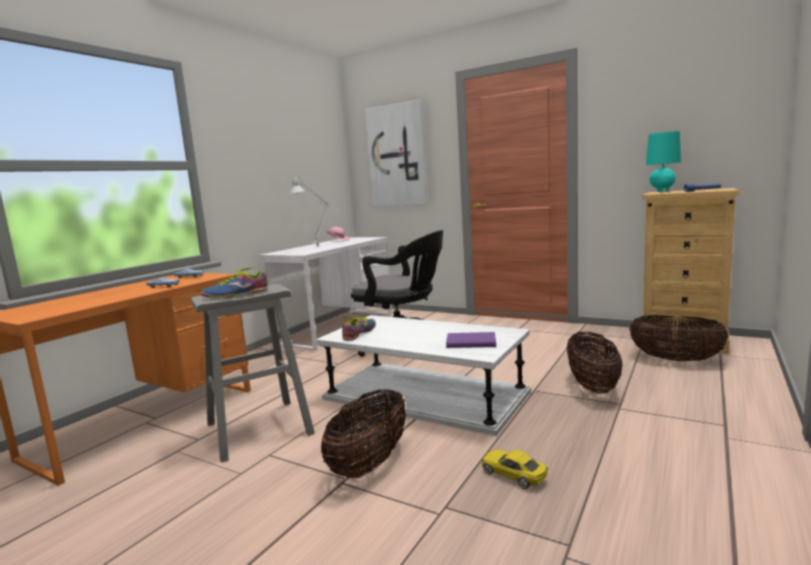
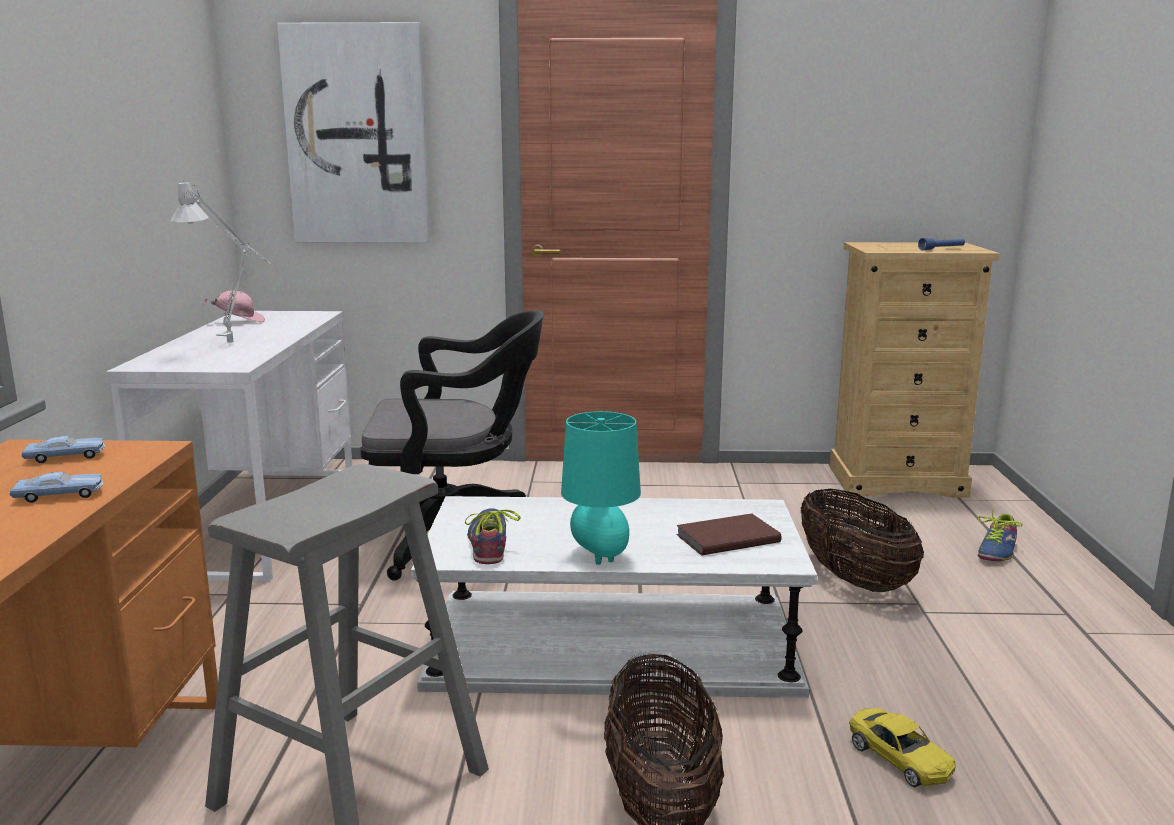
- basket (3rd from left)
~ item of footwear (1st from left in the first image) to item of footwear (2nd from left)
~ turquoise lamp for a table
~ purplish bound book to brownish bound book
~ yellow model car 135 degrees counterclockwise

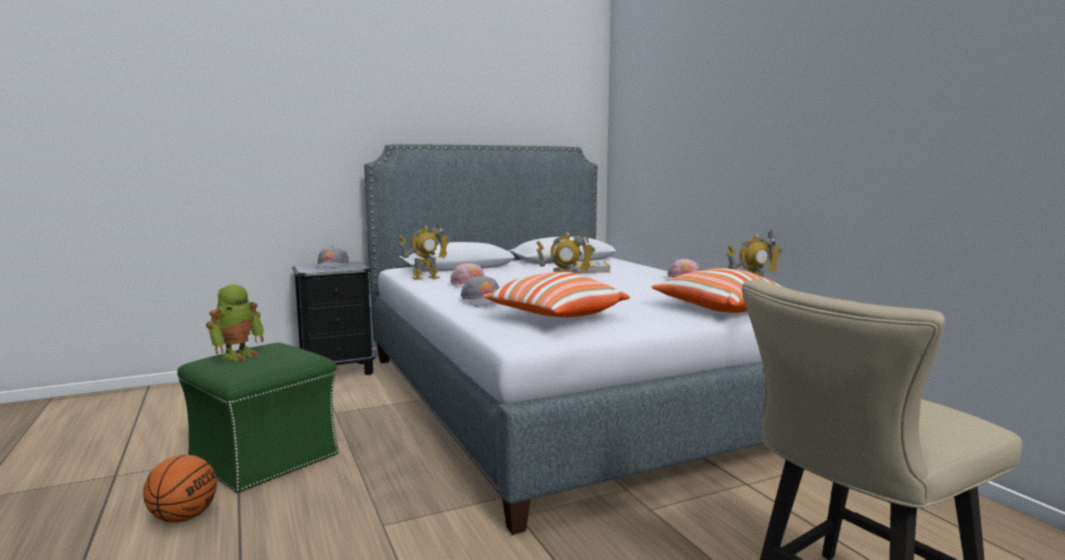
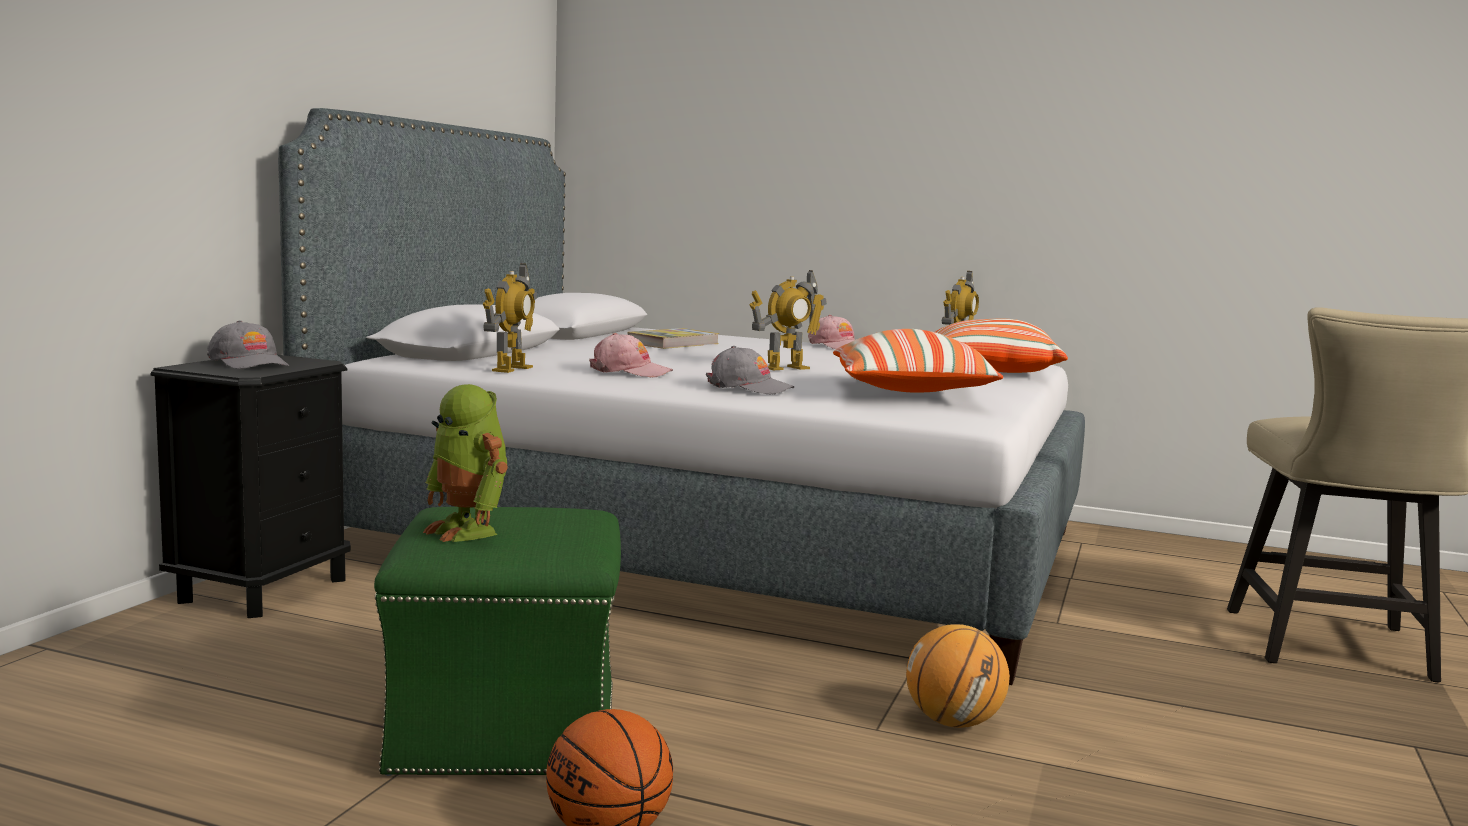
+ basketball (2nd from left)
~ toy robot (1st from left) 150 degrees clockwise

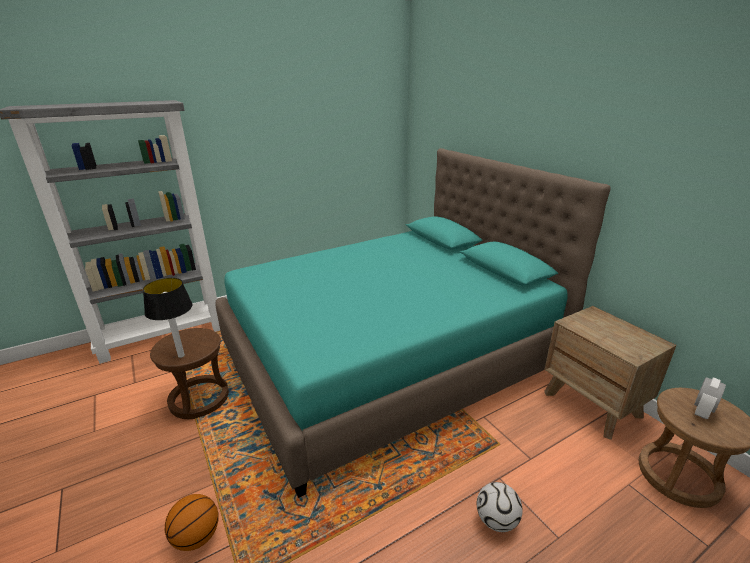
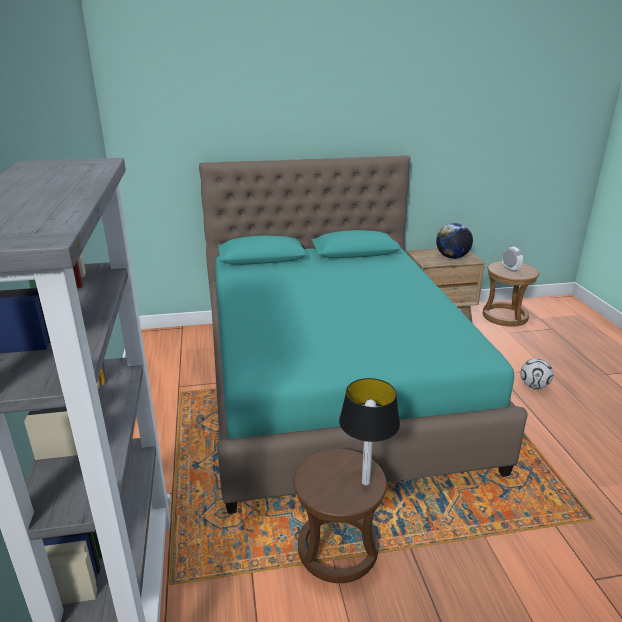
- basketball
+ world globe

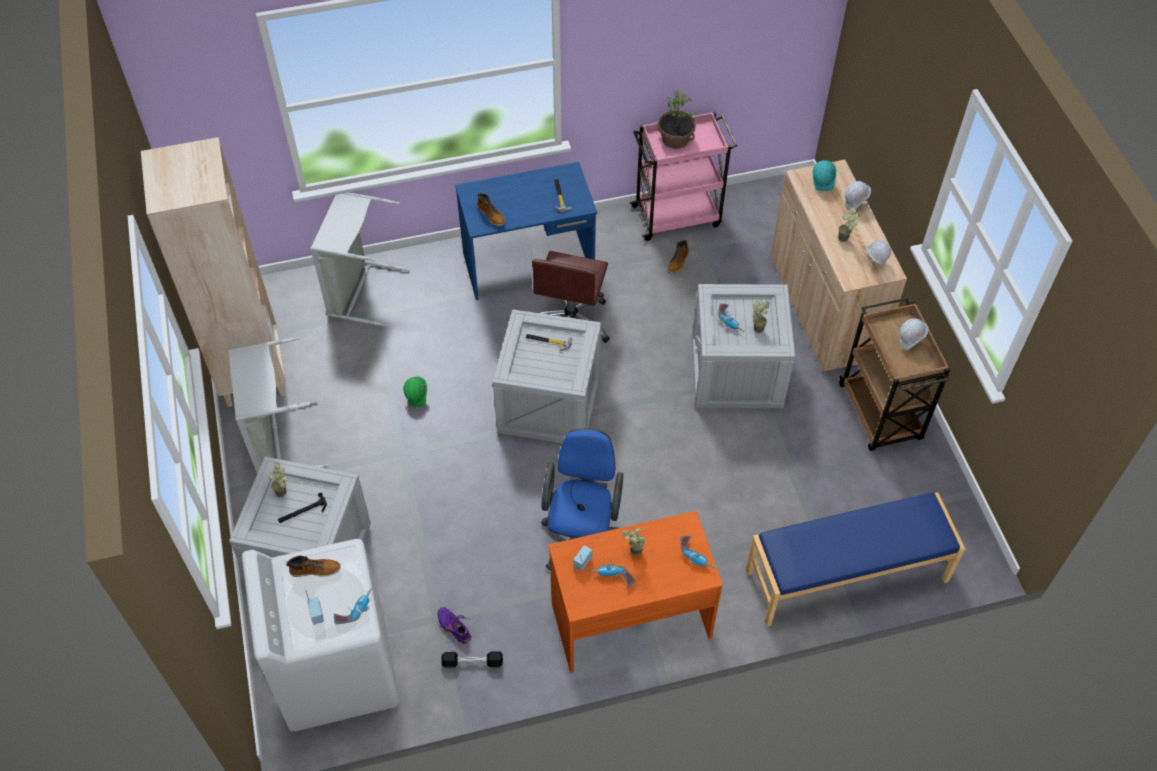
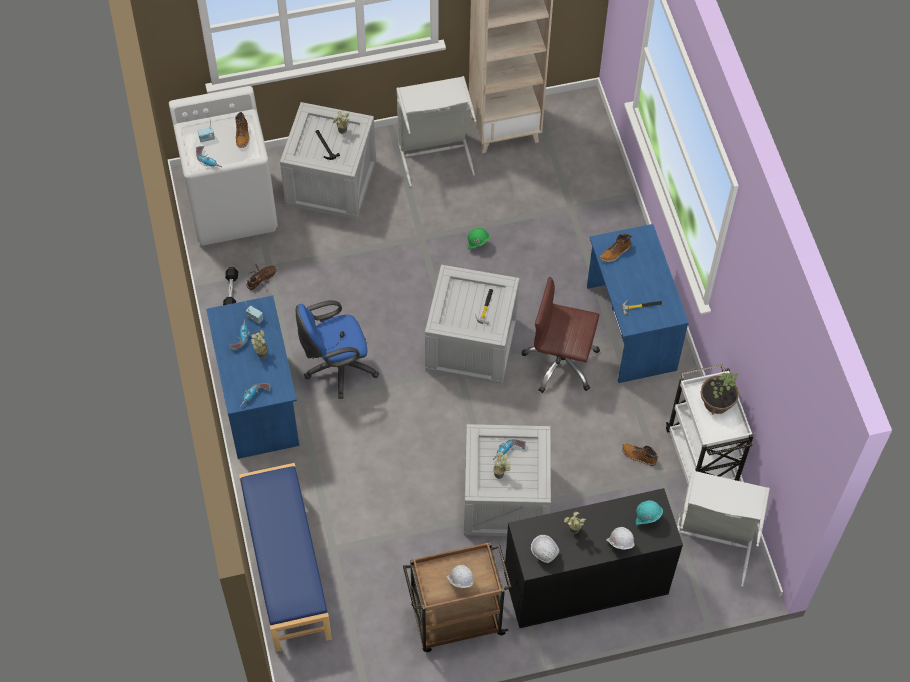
~ gray washing basket (2nd from left)
~ purplish item of footwear to brownish item of footwear
~ orange-coloured desk to blue-coloured desk (1st from left)
~ pinkish cart to whitish cart
~ beige cabinet to blackish cabinet
~ blue-coloured desk chair 150 degrees clockwise

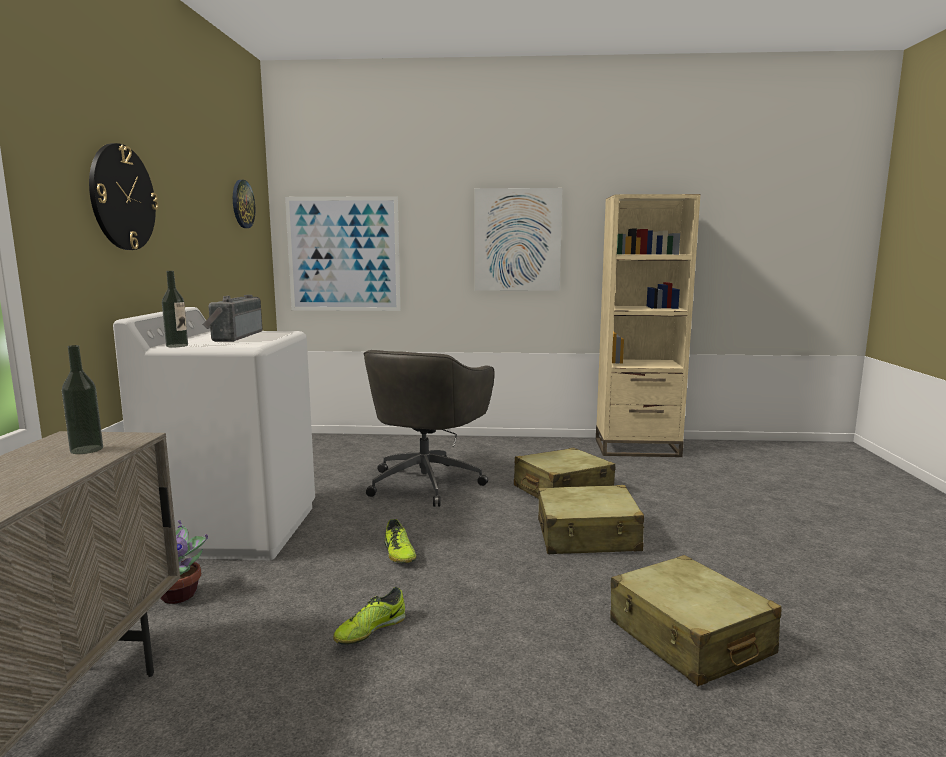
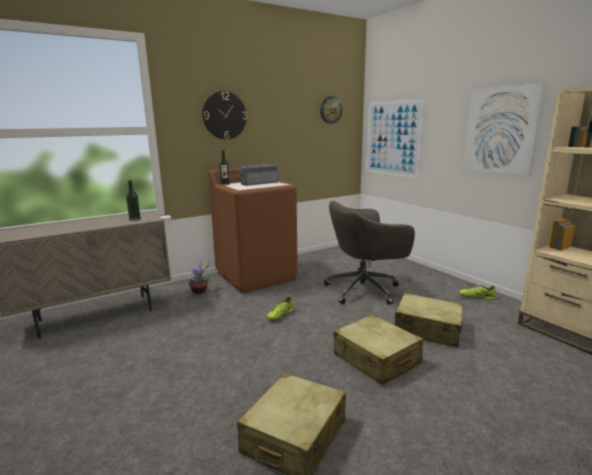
~ item of footwear (1st from left in the first image) to item of footwear (2nd from left)
~ whitish laundry machine to brownish laundry machine

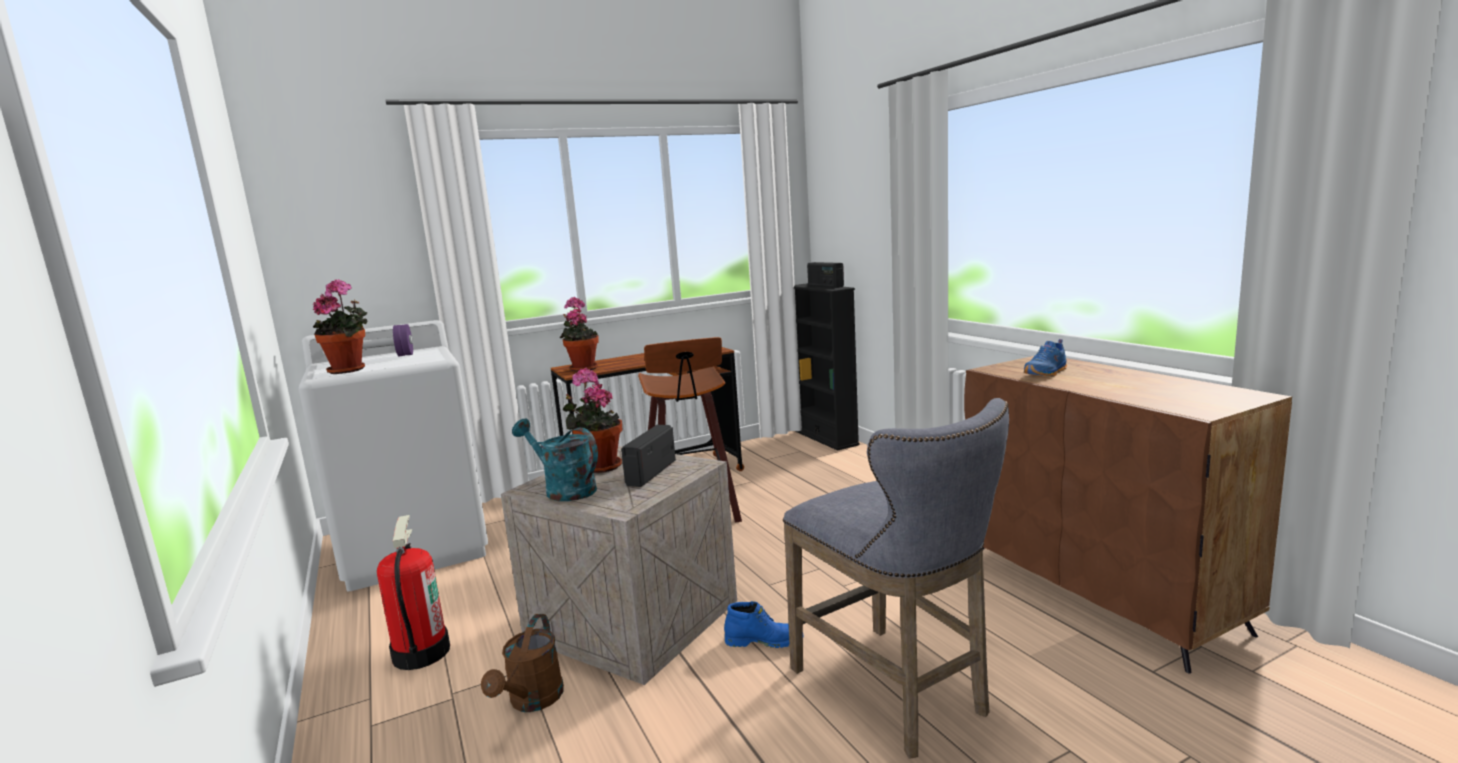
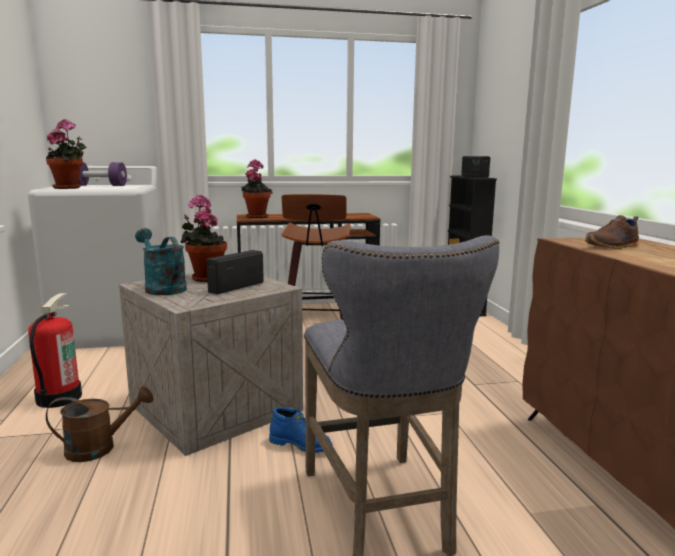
~ blue-coloured item of footwear to brownish item of footwear
~ brownish watering pot 135 degrees counterclockwise

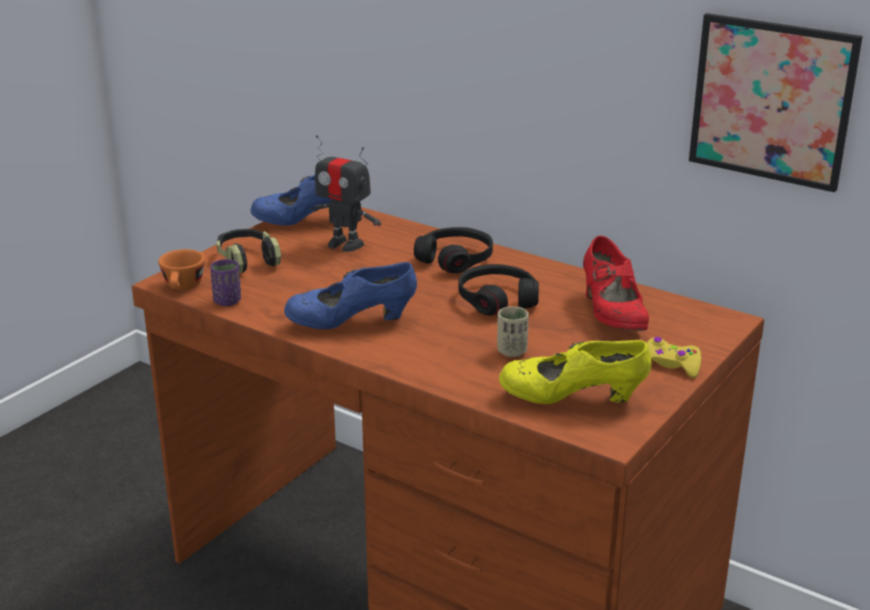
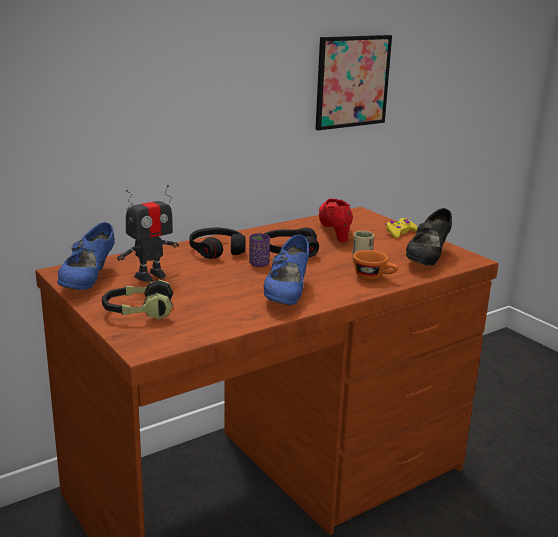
~ orange-coloured drinking cup
~ purplish drinking cup
~ yellow item of footwear to blackish item of footwear
~ reddish item of footwear 105 degrees counterclockwise

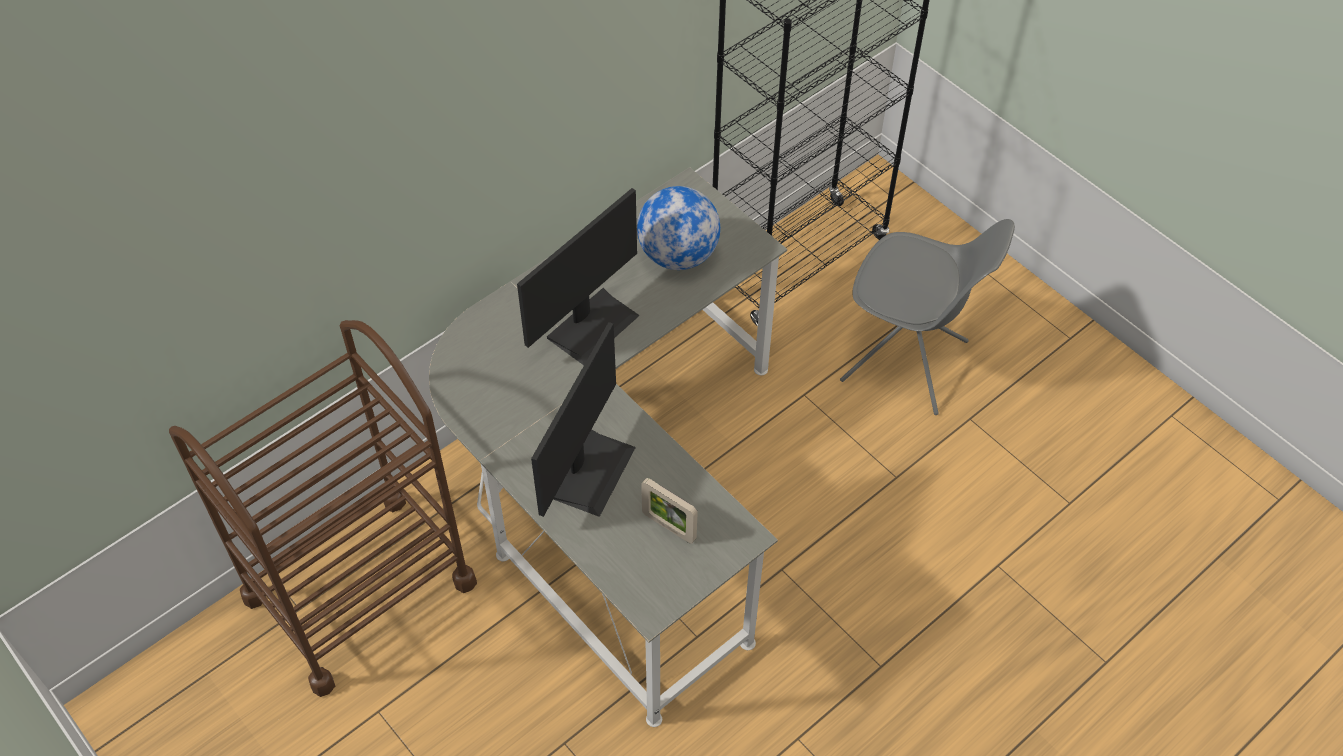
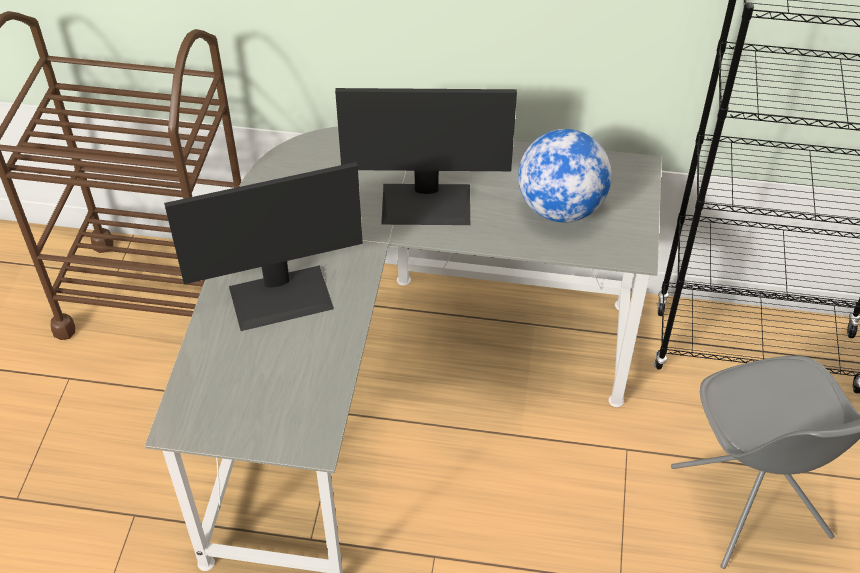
- photo frame

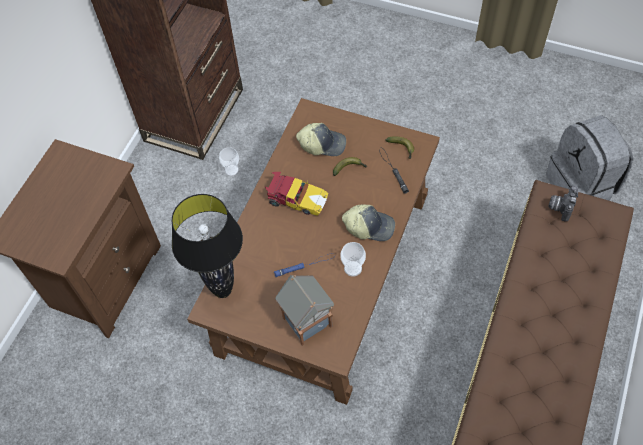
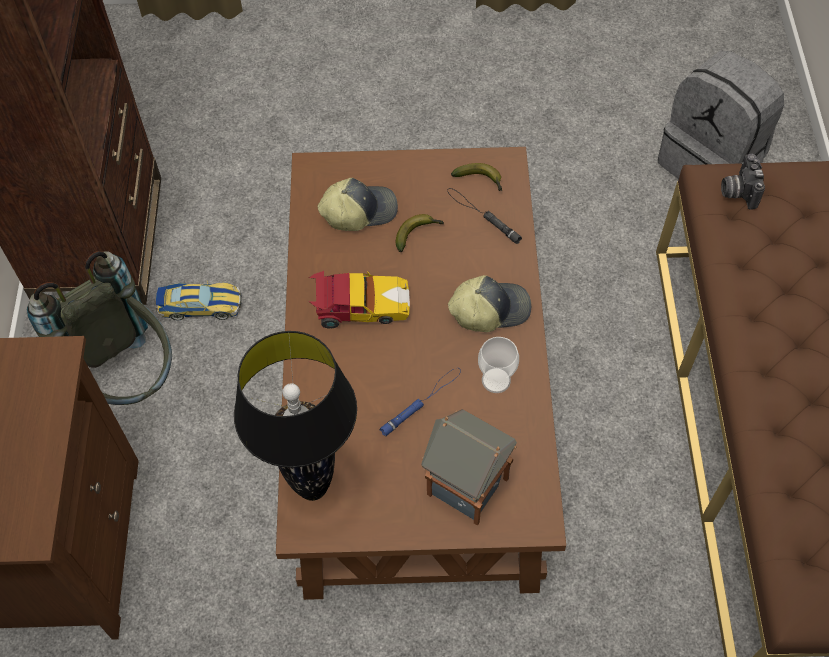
+ gray knapsack (1st from left)
~ drinking cup (1st from left) to model car (1st from left)

